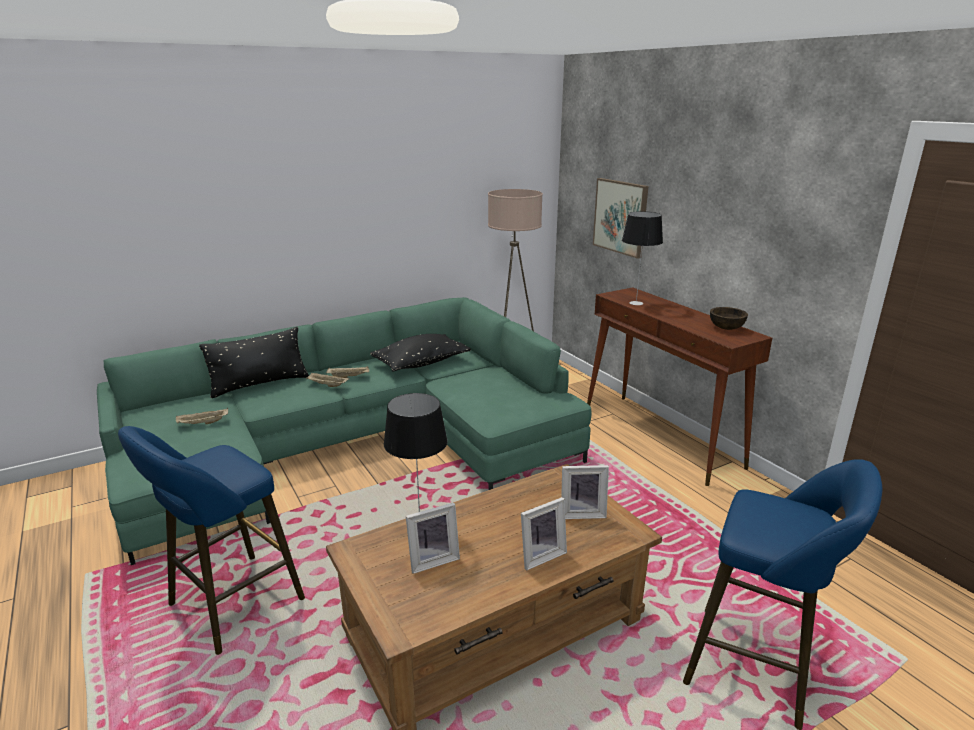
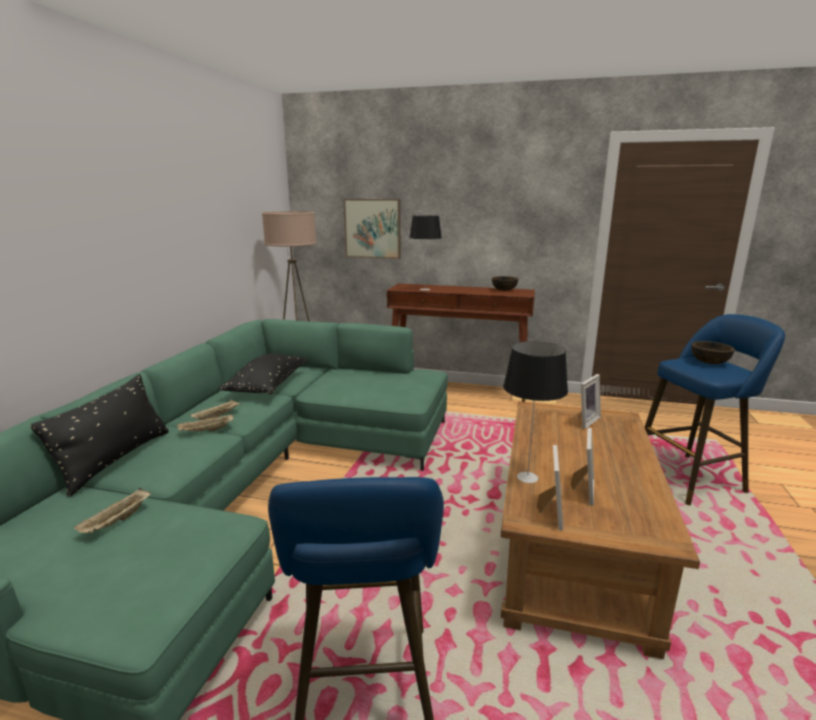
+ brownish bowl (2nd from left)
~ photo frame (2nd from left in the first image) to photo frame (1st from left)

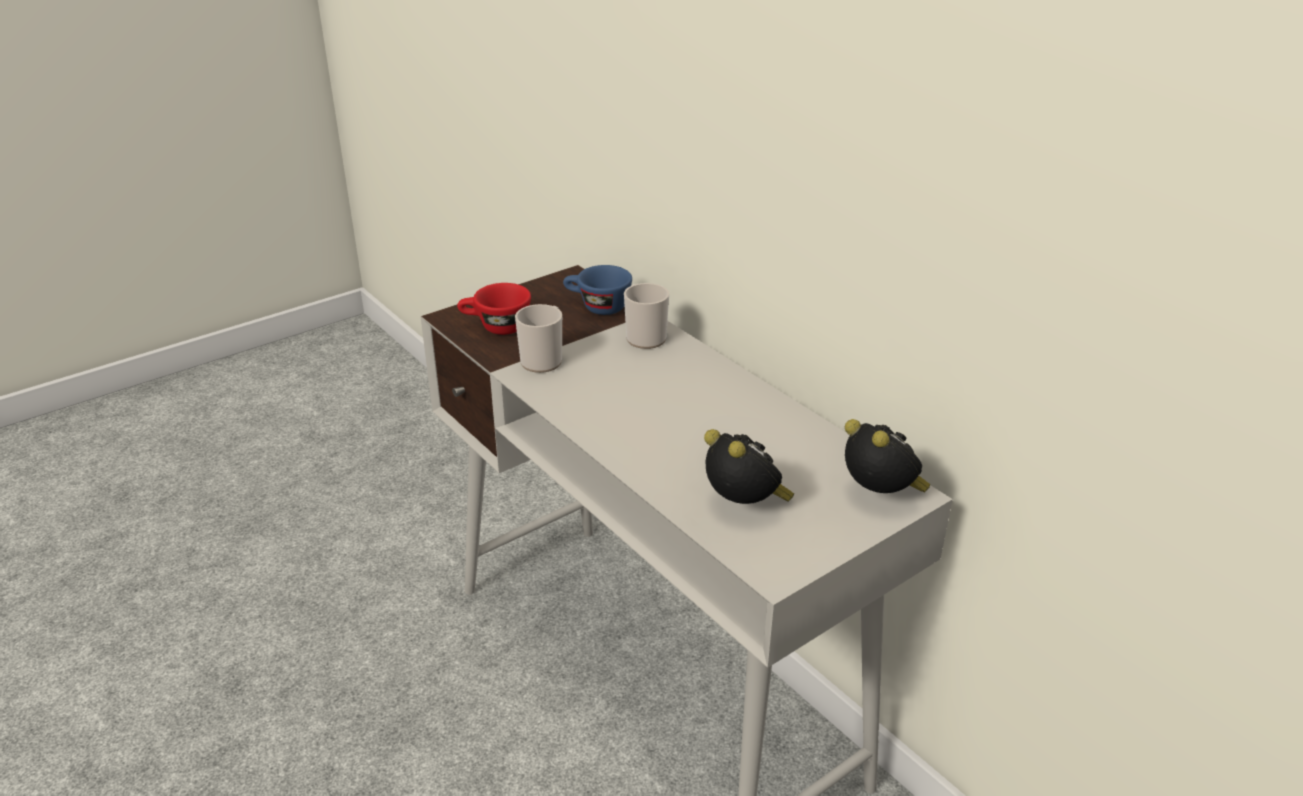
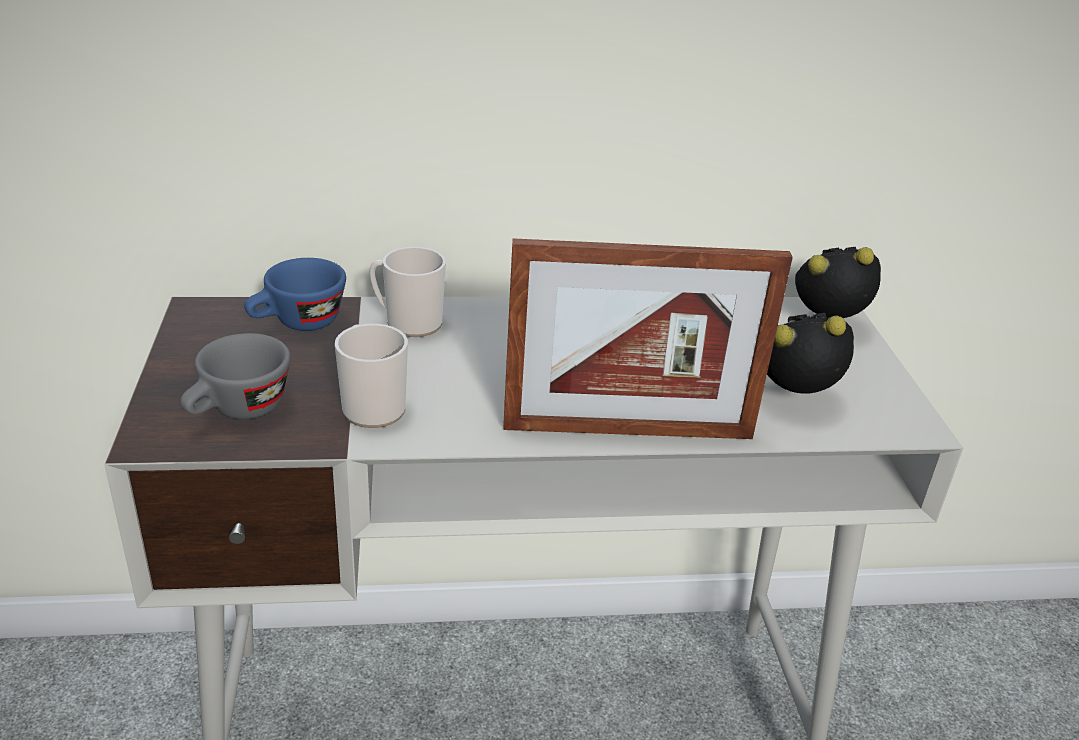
+ photo frame
~ reddish drinking cup to gray drinking cup

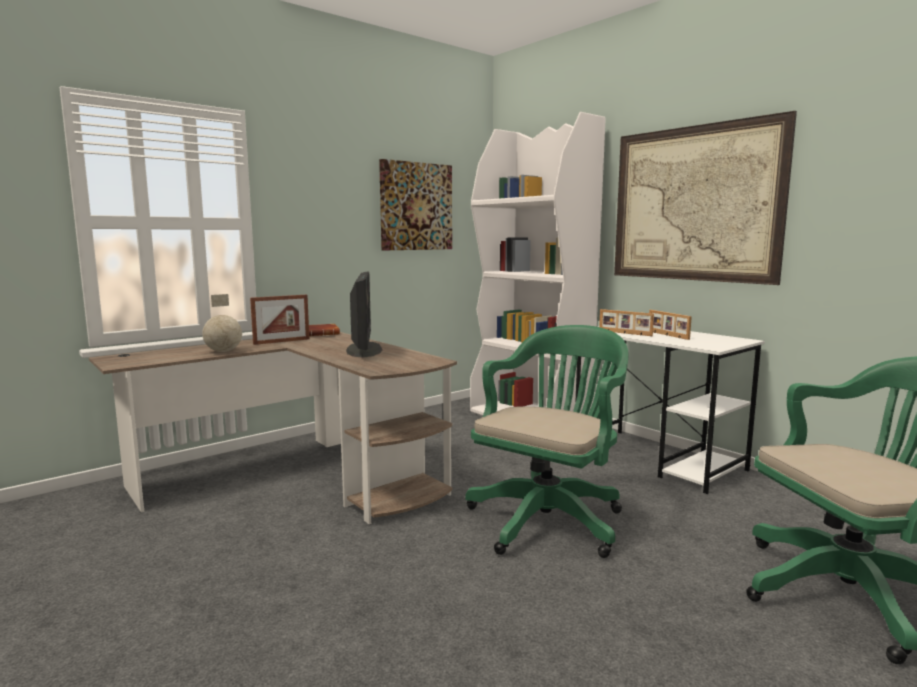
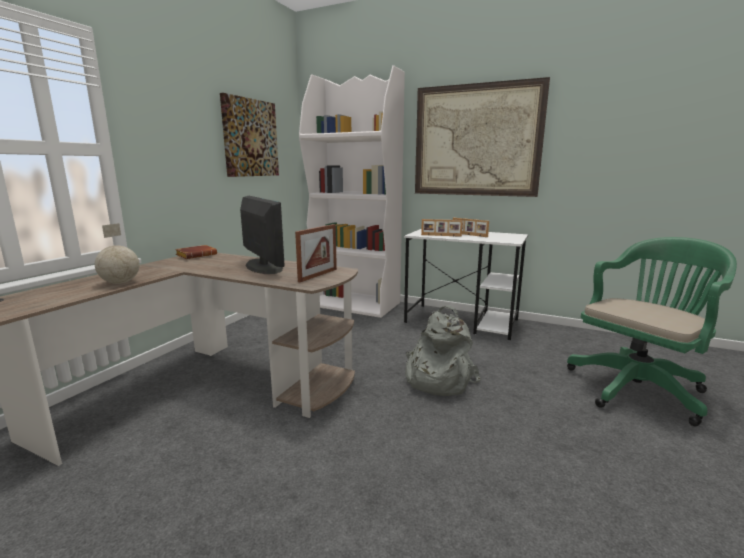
~ photo frame (1st from left)
~ green-coloured desk chair (1st from left) to gray knapsack

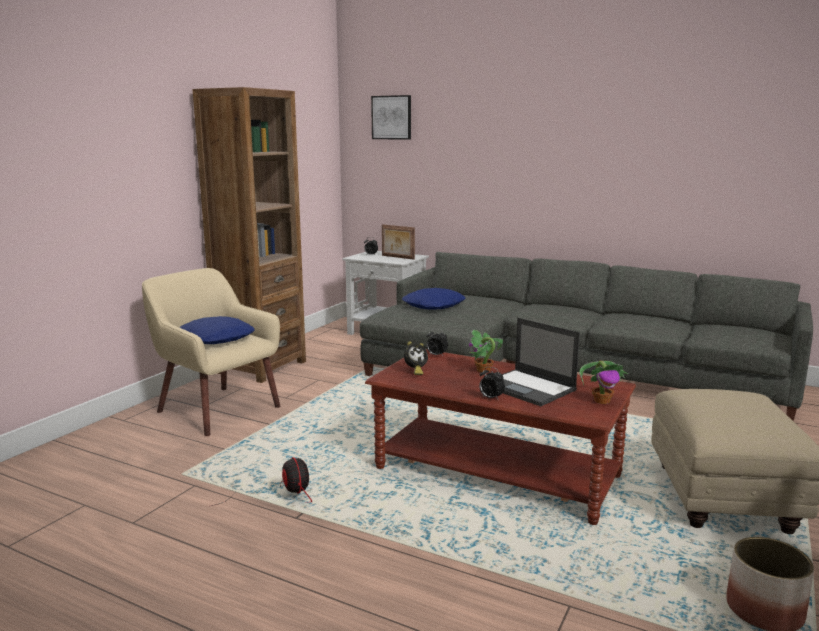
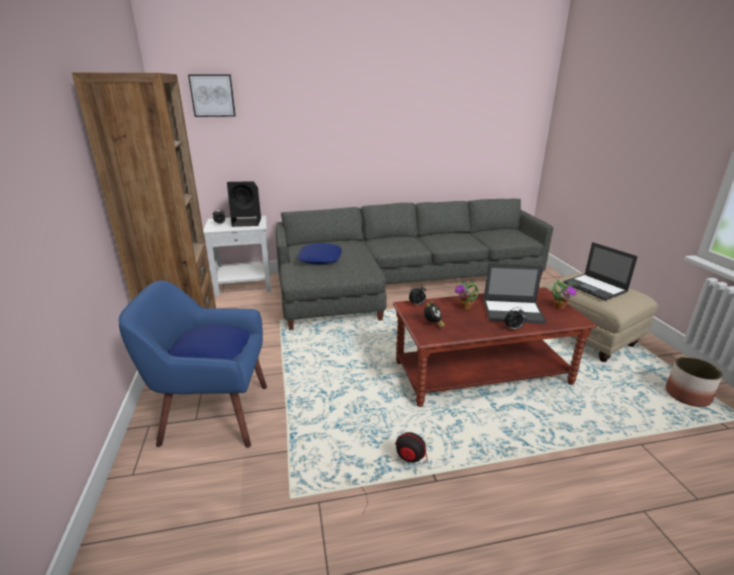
+ laptop (2nd from left)
~ photo frame to blackish loudspeaker
~ beige easy chair to blue-coloured easy chair

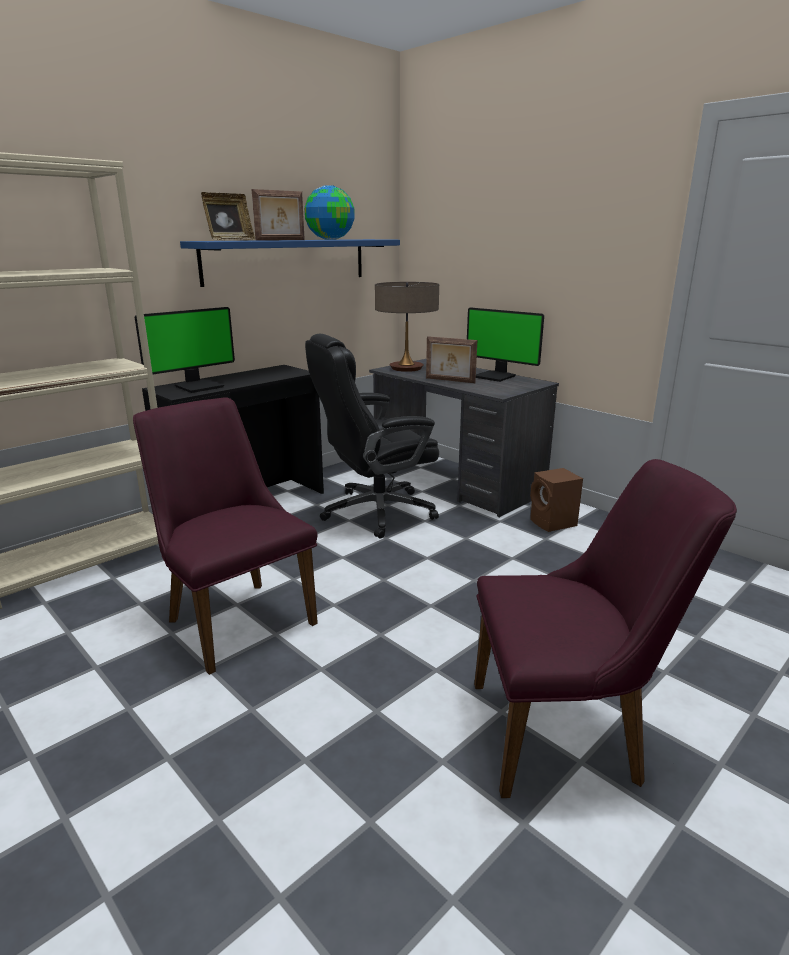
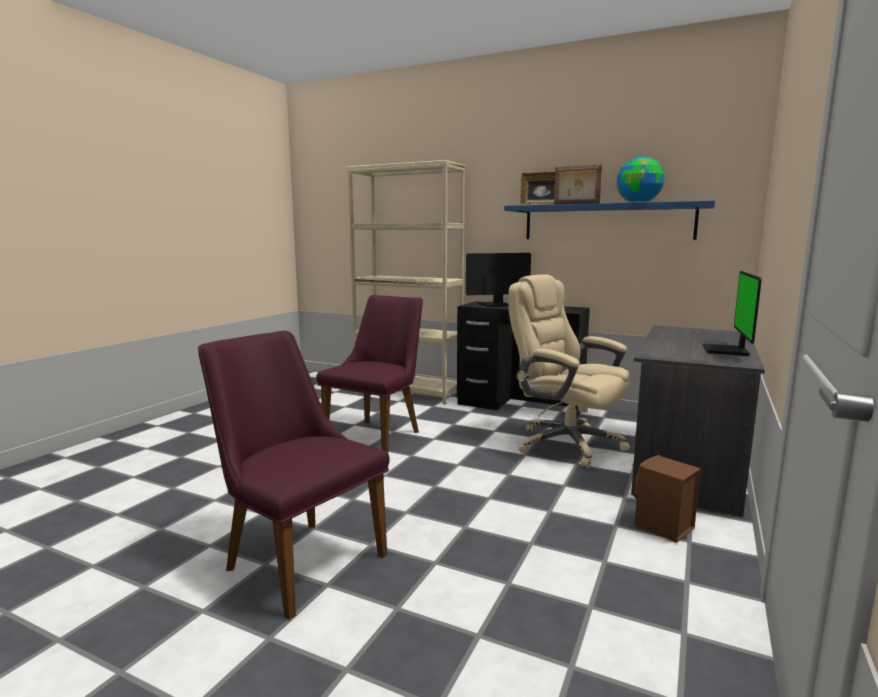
- lamp for a table
- photo frame (3rd from left)
~ blackish desk chair to beige desk chair
~ computer screen (1st from left) 135 degrees clockwise
~ purplish plain chair (2nd from left in the first image) 150 degrees clockwise

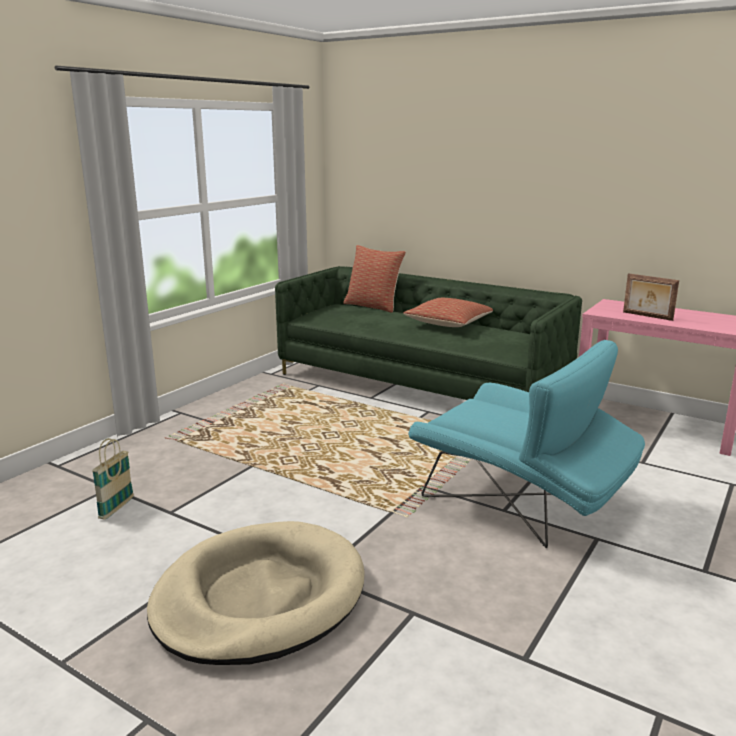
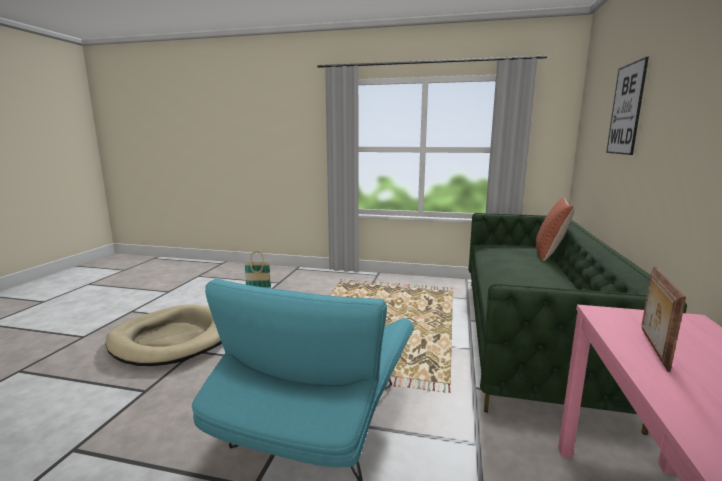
- throw pillow (2nd from left)
+ picture

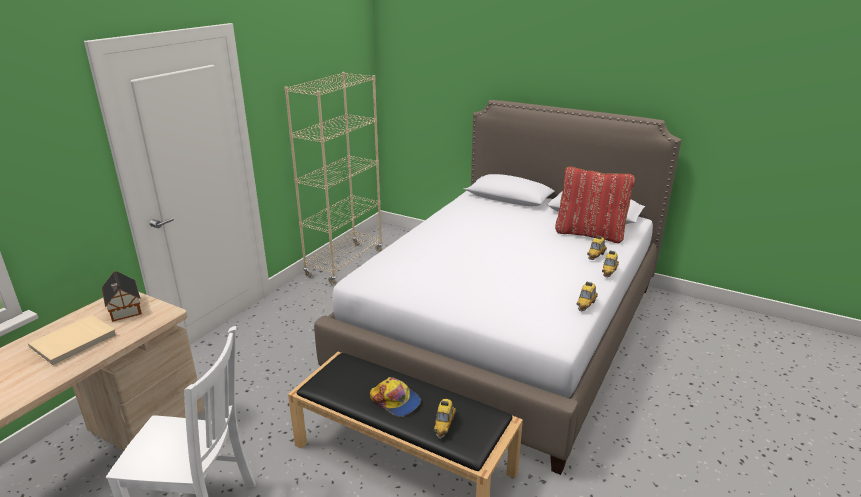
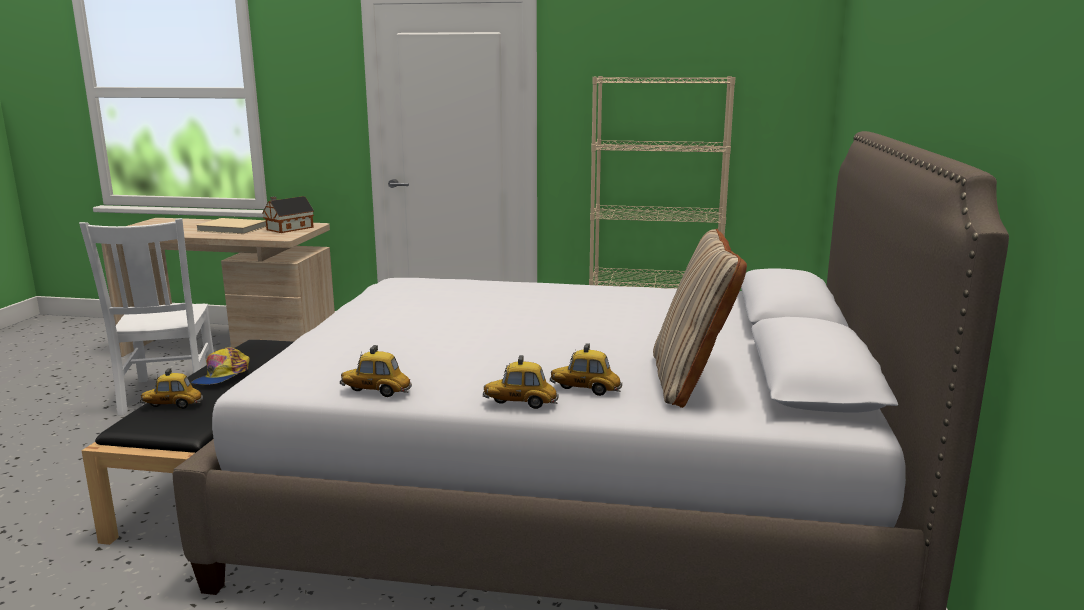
~ reddish throw pillow to beige throw pillow

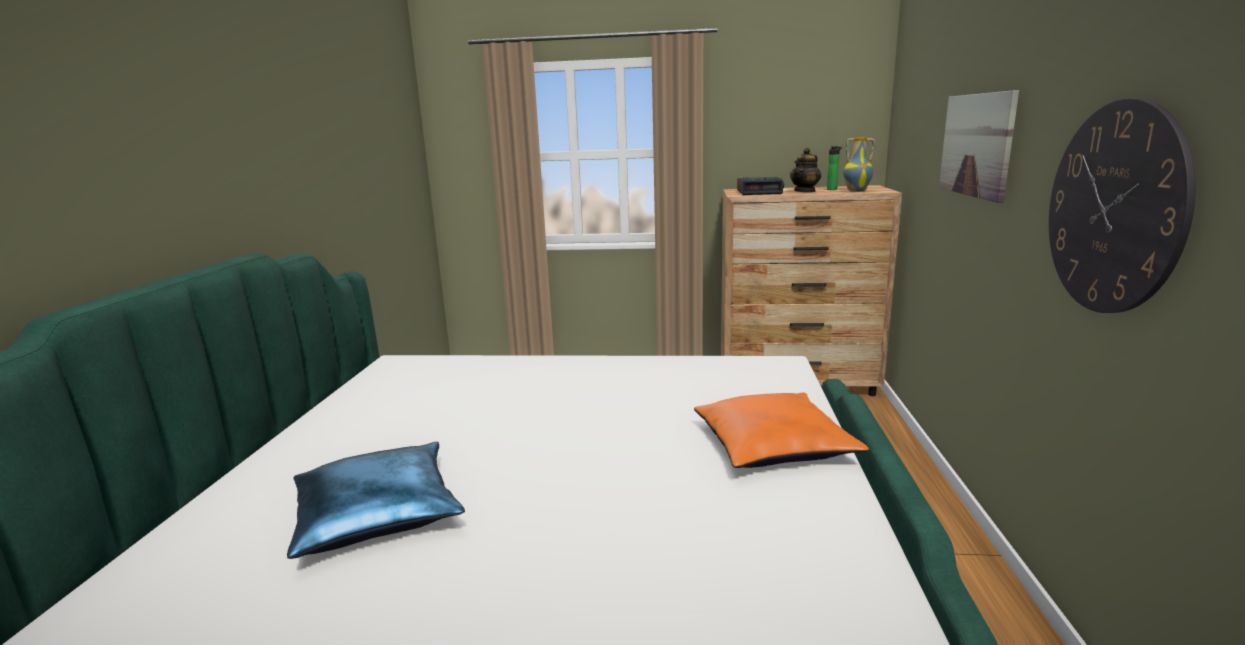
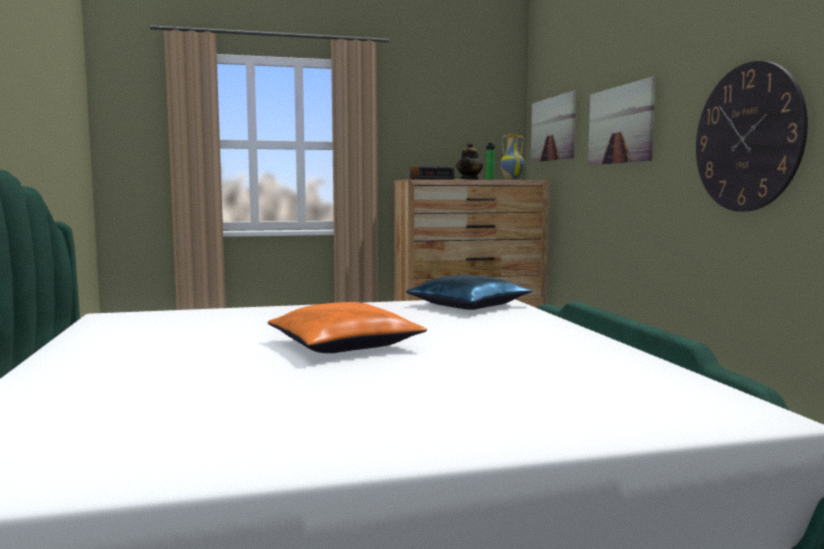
+ picture (1st from left)
~ blue-coloured throw pillow
~ orange-coloured throw pillow

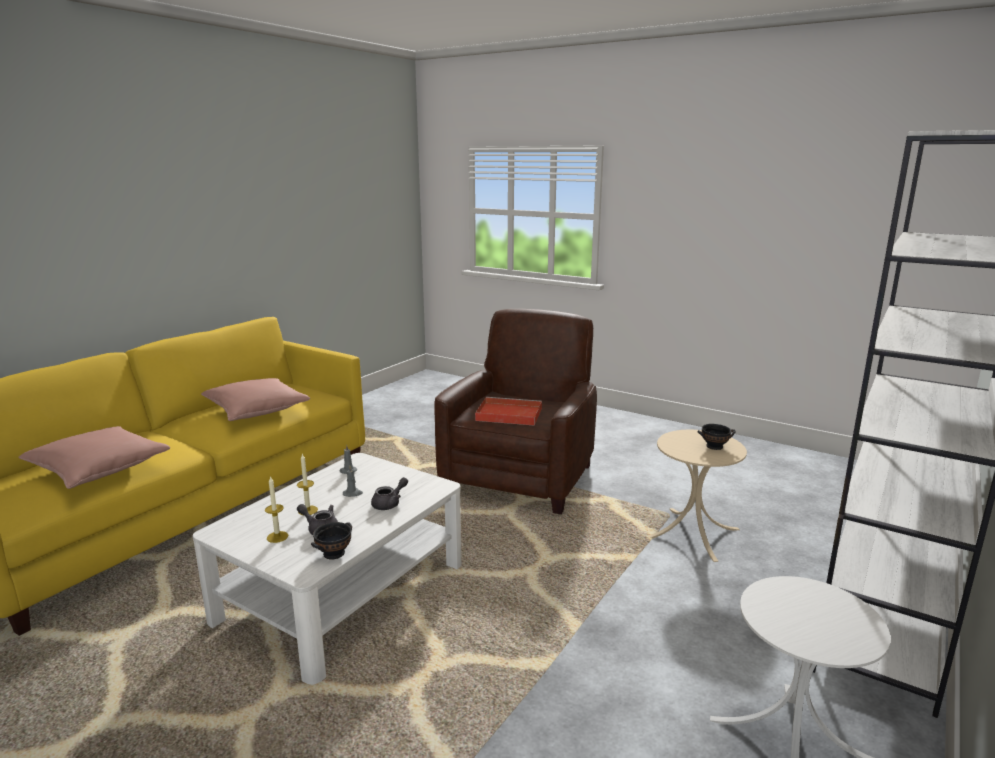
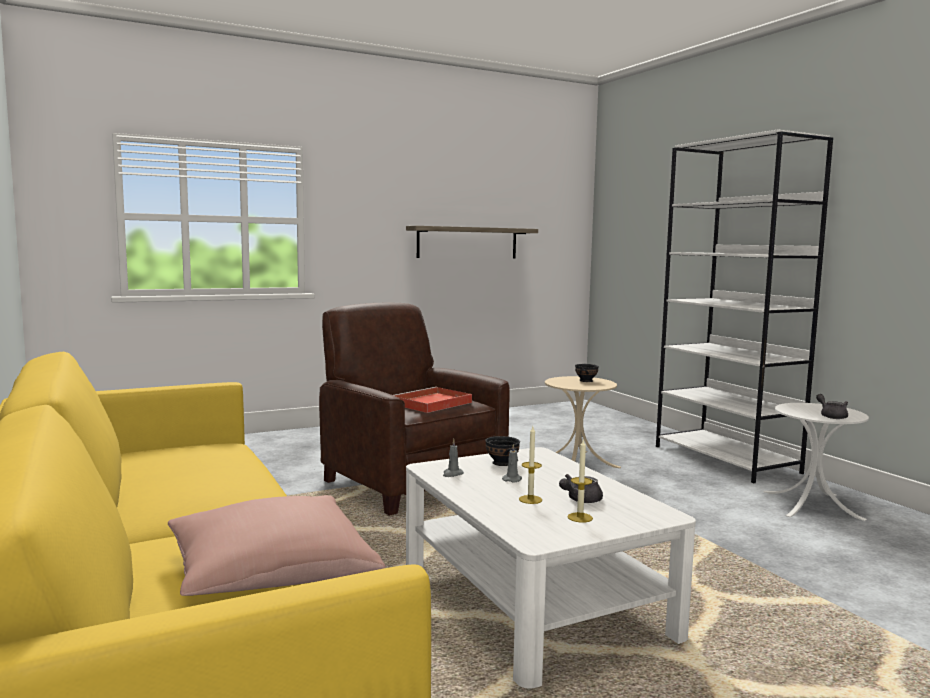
- pinkish throw pillow (2nd from left)
+ bracket shelf
~ blackish bowl (1st from left)
~ gray pot for tea (2nd from left)

